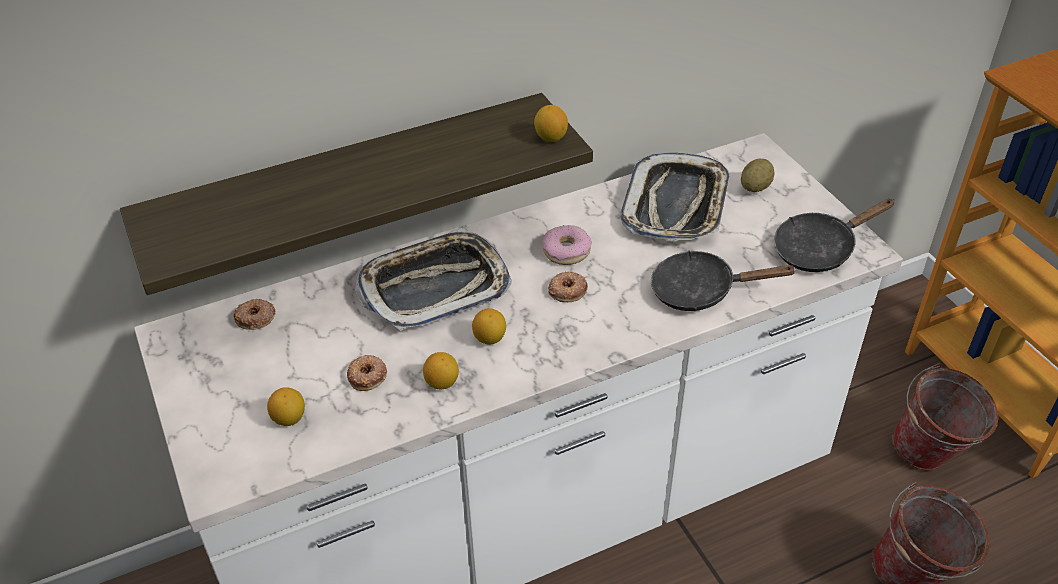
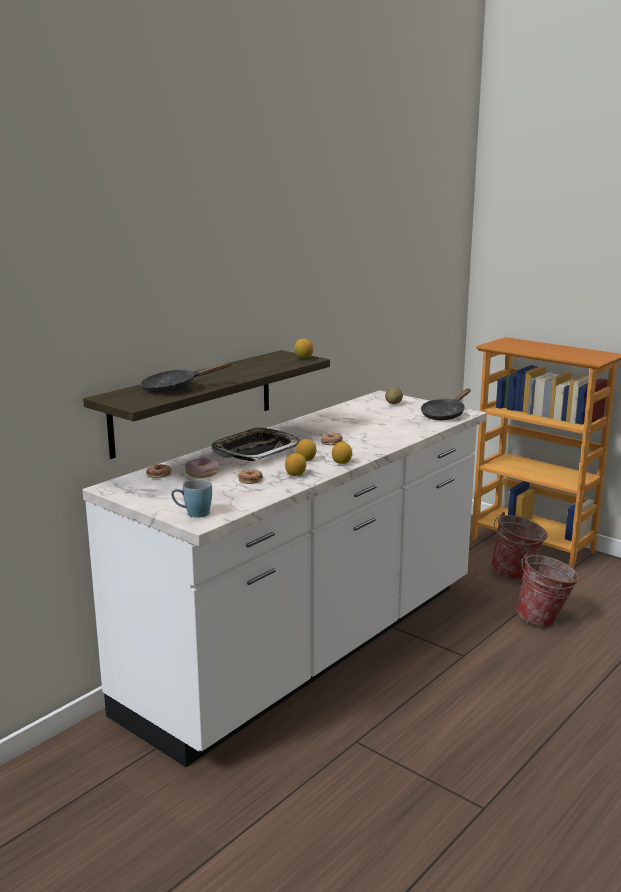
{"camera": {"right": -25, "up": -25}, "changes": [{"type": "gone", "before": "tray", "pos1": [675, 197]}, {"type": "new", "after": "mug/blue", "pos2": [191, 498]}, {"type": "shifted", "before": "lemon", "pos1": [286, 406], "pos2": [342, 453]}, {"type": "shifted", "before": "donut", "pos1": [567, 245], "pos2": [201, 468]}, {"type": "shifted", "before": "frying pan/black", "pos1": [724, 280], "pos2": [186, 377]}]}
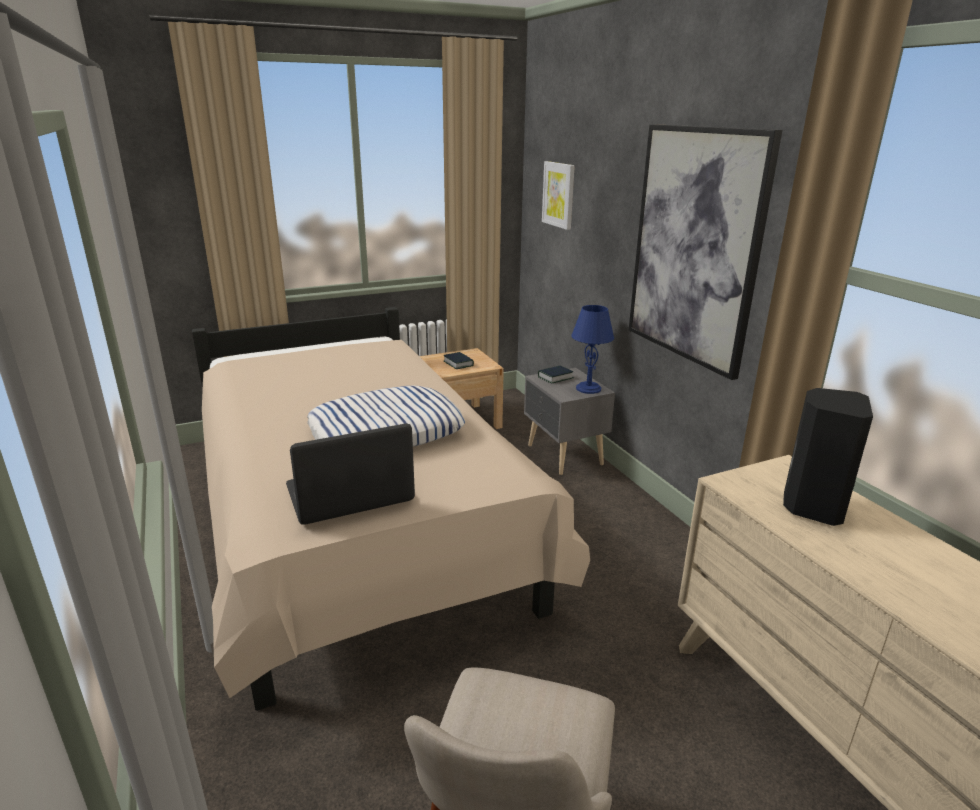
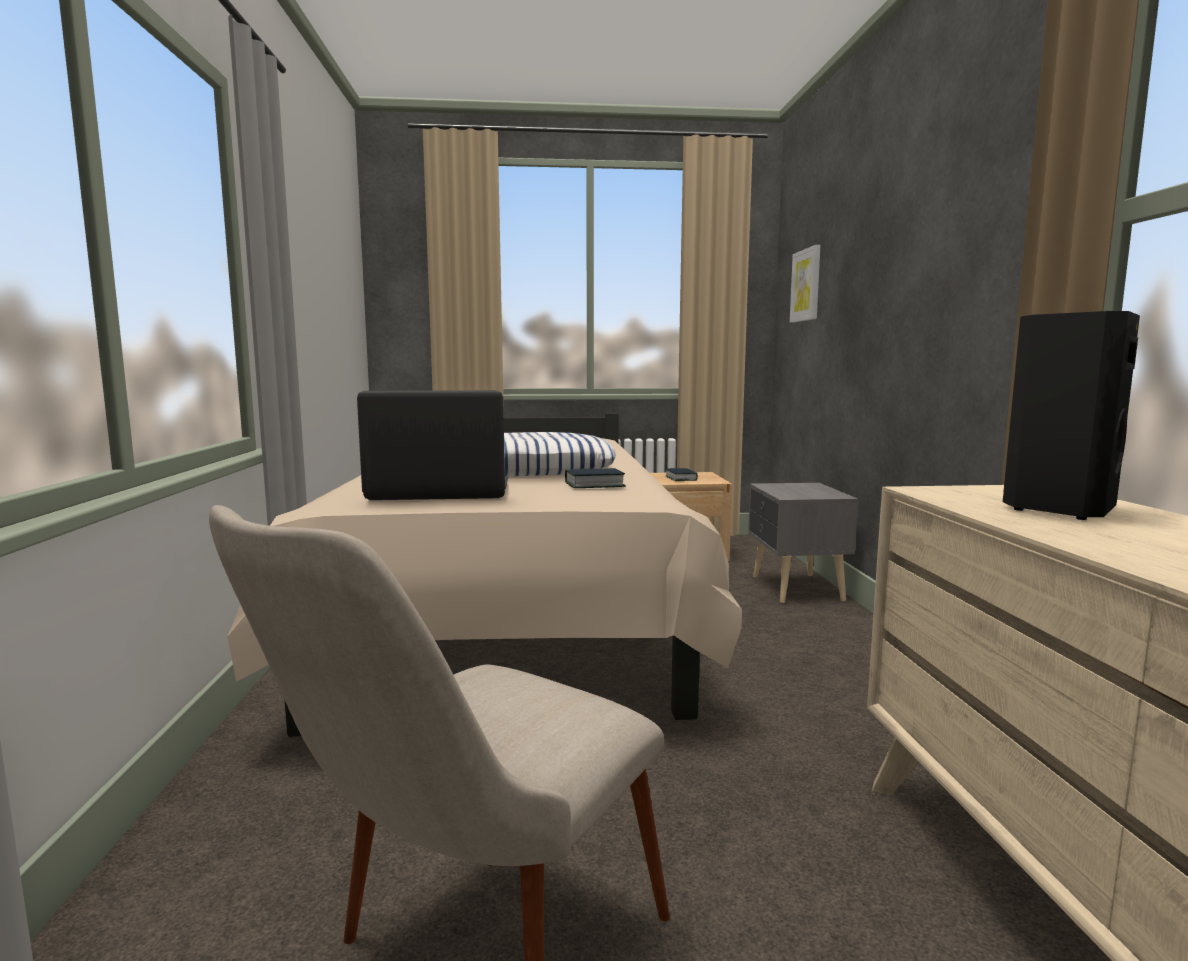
{"camera": {"right": 20, "up": -15}, "changes": [{"type": "gone", "before": "table lamp/blue", "pos1": [592, 349]}, {"type": "gone", "before": "picture", "pos1": [705, 252]}, {"type": "shifted", "before": "book", "pos1": [555, 374], "pos2": [595, 478]}]}
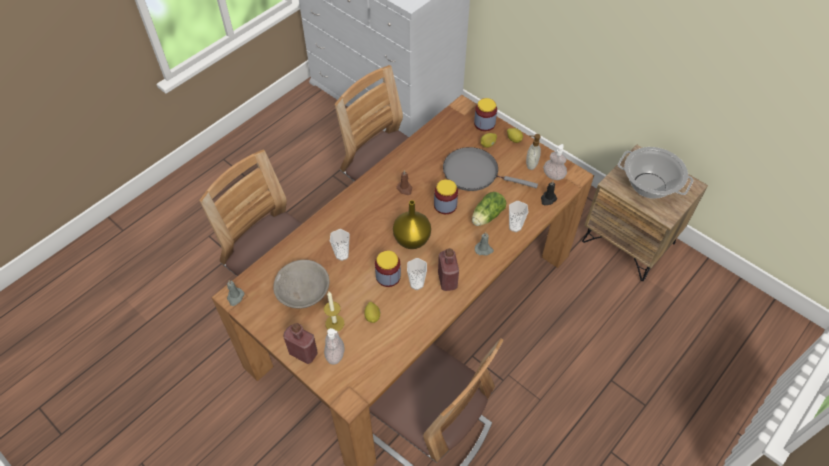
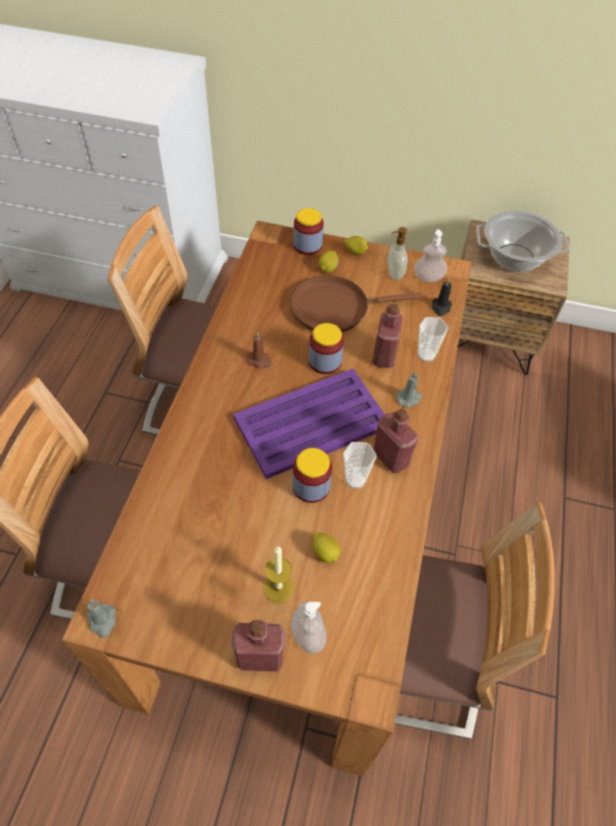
{"camera": {"right": -30, "up": 0}, "changes": [{"type": "gone", "before": "bowl/grey", "pos1": [301, 284]}, {"type": "gone", "before": "cup", "pos1": [340, 245]}, {"type": "swapped", "before": "vase/yellow", "after": "tray/purple", "pos1": [412, 224], "pos2": [309, 424]}, {"type": "swapped", "before": "lettuce", "after": "bottle/red", "pos1": [489, 209], "pos2": [387, 336]}, {"type": "repainted", "before": "frying pan/grey", "after": "frying pan/brown", "pos1": [490, 169], "pos2": [356, 303]}]}
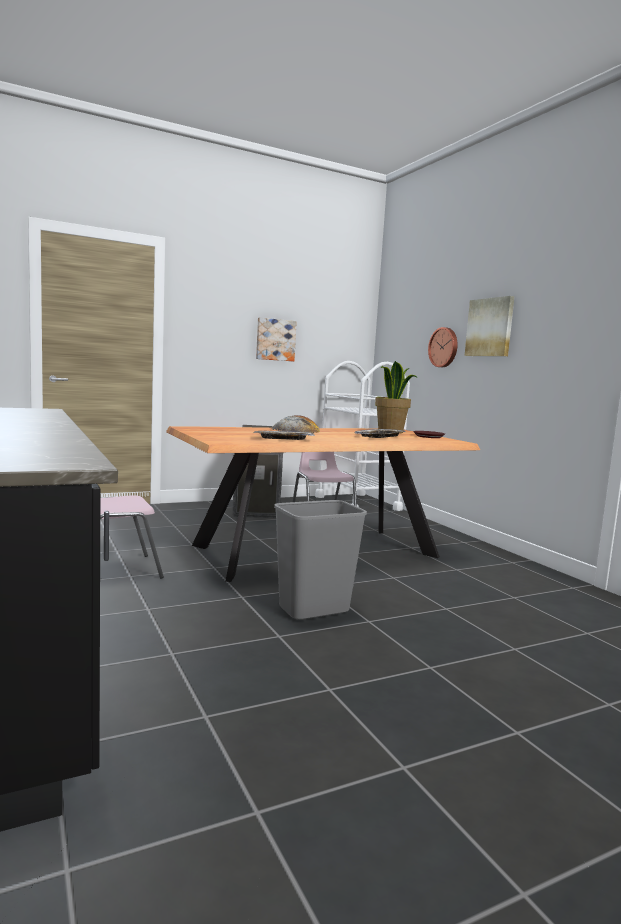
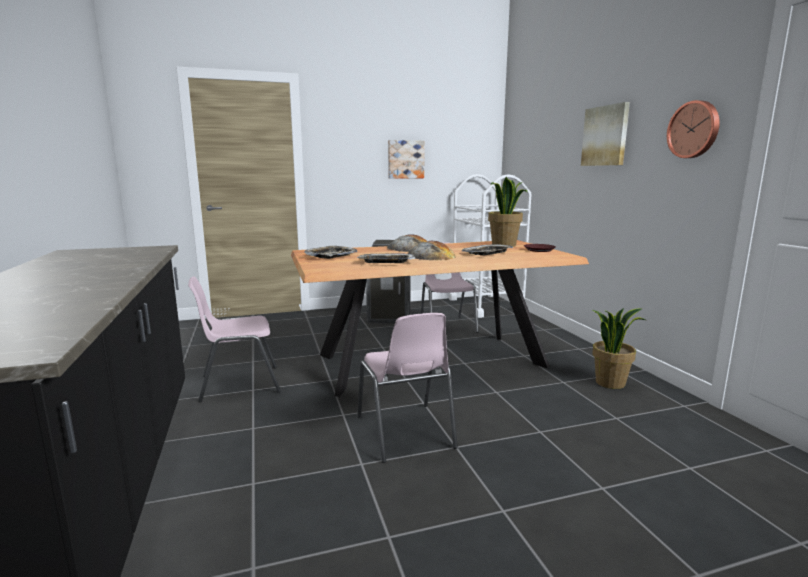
{"camera": {"right": 10, "up": 5}, "changes": [{"type": "new", "after": "tray", "pos2": [331, 252]}, {"type": "new", "after": "bread", "pos2": [432, 250]}, {"type": "new", "after": "potted plant", "pos2": [618, 348]}, {"type": "shifted", "before": "wall clock", "pos1": [443, 347], "pos2": [693, 129]}, {"type": "swapped", "before": "trash can/grey", "after": "chair/pink", "pos1": [320, 560], "pos2": [407, 388]}]}
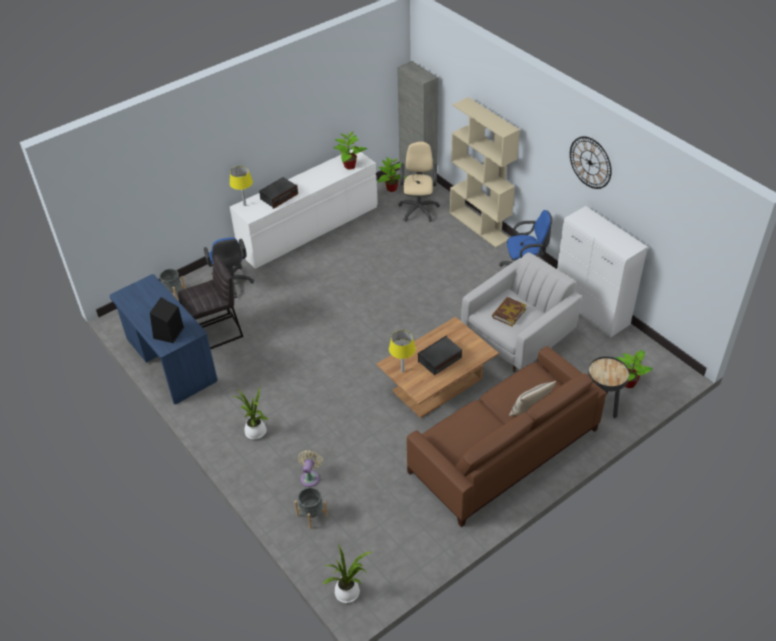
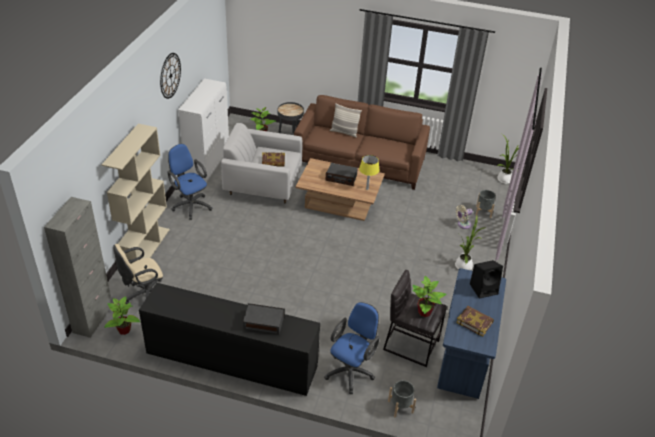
{"camera": {"right": -130, "up": -5}, "changes": [{"type": "gone", "before": "table lamp/yellow", "pos1": [241, 186]}, {"type": "new", "after": "book", "pos2": [475, 321]}, {"type": "shifted", "before": "potted plant", "pos1": [350, 150], "pos2": [429, 296]}, {"type": "repainted", "before": "dresser/white", "after": "dresser/black", "pos1": [304, 209], "pos2": [229, 339]}]}
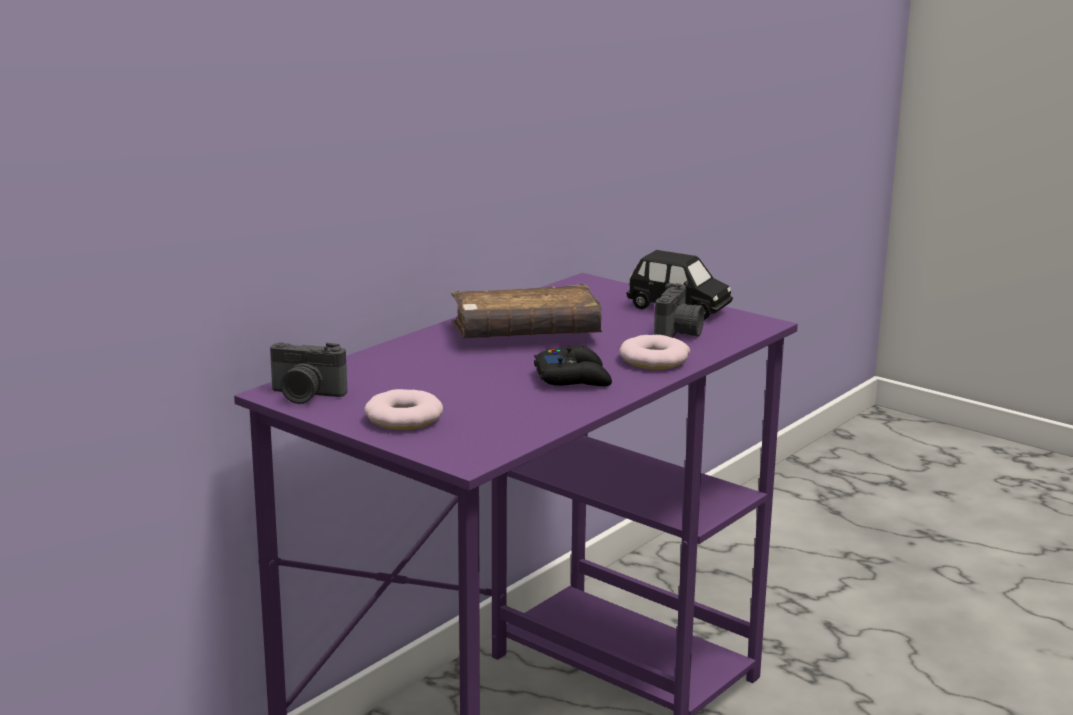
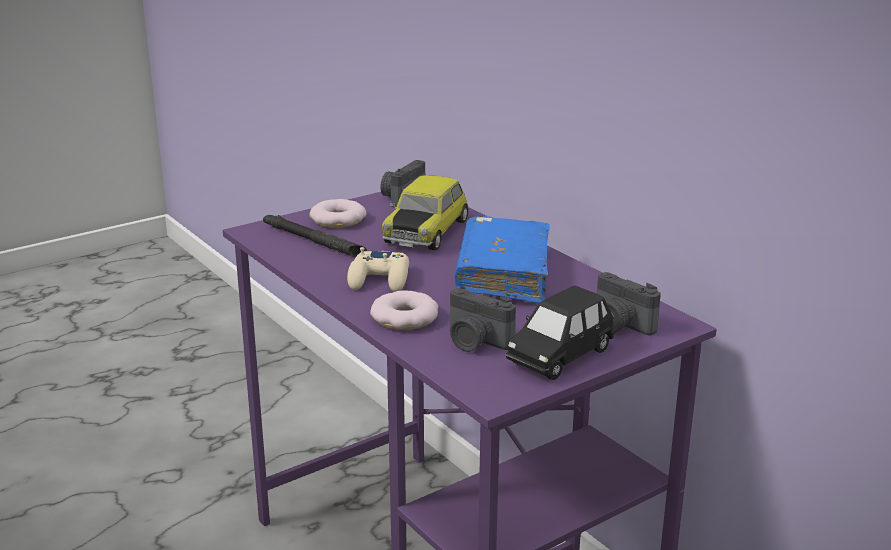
{"camera": {"right": 105, "up": 5}, "changes": [{"type": "new", "after": "flashlight/black", "pos2": [315, 236]}, {"type": "new", "after": "toy car", "pos2": [425, 212]}, {"type": "new", "after": "photo camera", "pos2": [629, 303]}, {"type": "repainted", "before": "book/brown", "after": "book/blue", "pos1": [526, 311], "pos2": [501, 259]}, {"type": "repainted", "before": "game controller/black", "after": "game controller/beige", "pos1": [573, 366], "pos2": [378, 269]}]}
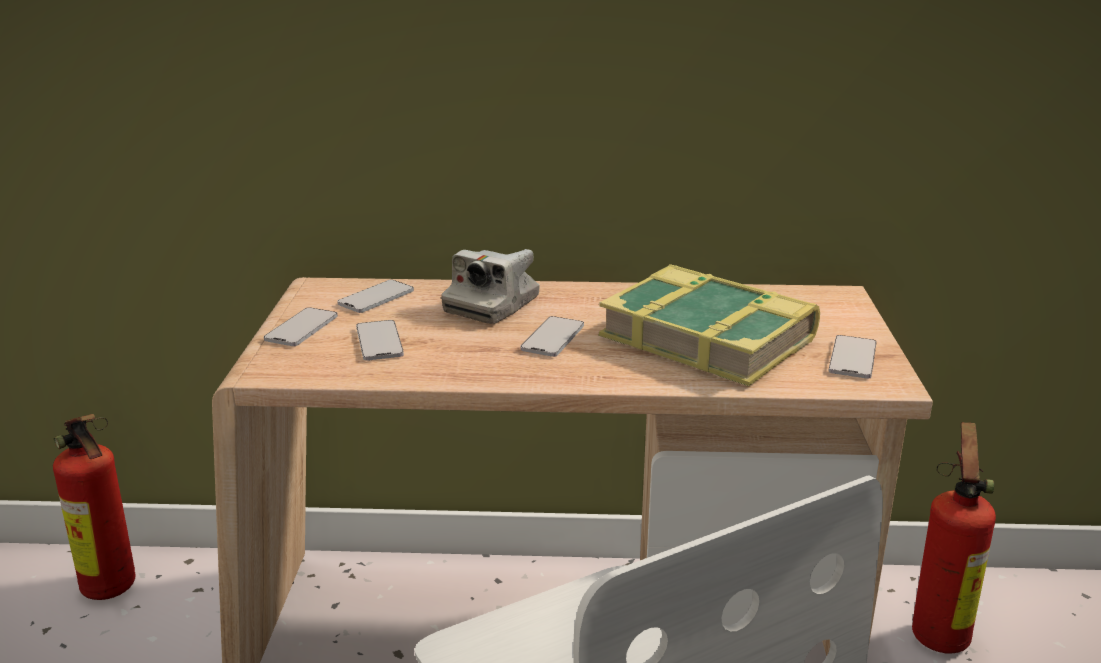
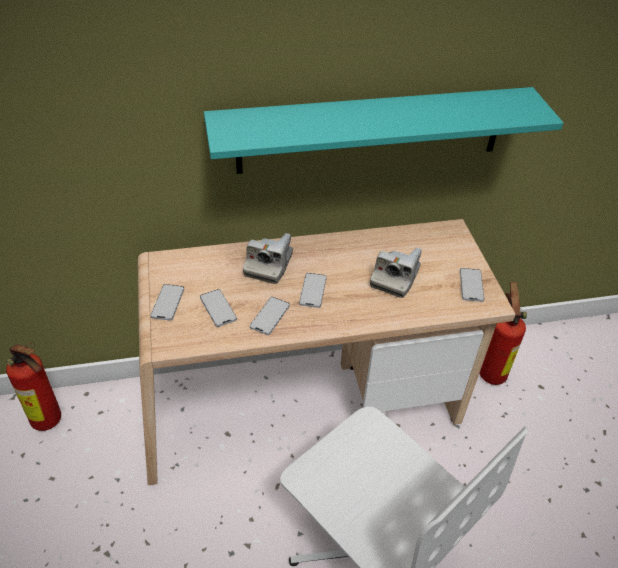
{"camera": {"right": -15, "up": 20}, "changes": [{"type": "new", "after": "shelf/turquoise", "pos2": [384, 130]}, {"type": "shifted", "before": "phone", "pos1": [375, 296], "pos2": [270, 316]}, {"type": "swapped", "before": "book", "after": "photo camera", "pos1": [709, 325], "pos2": [396, 272]}]}
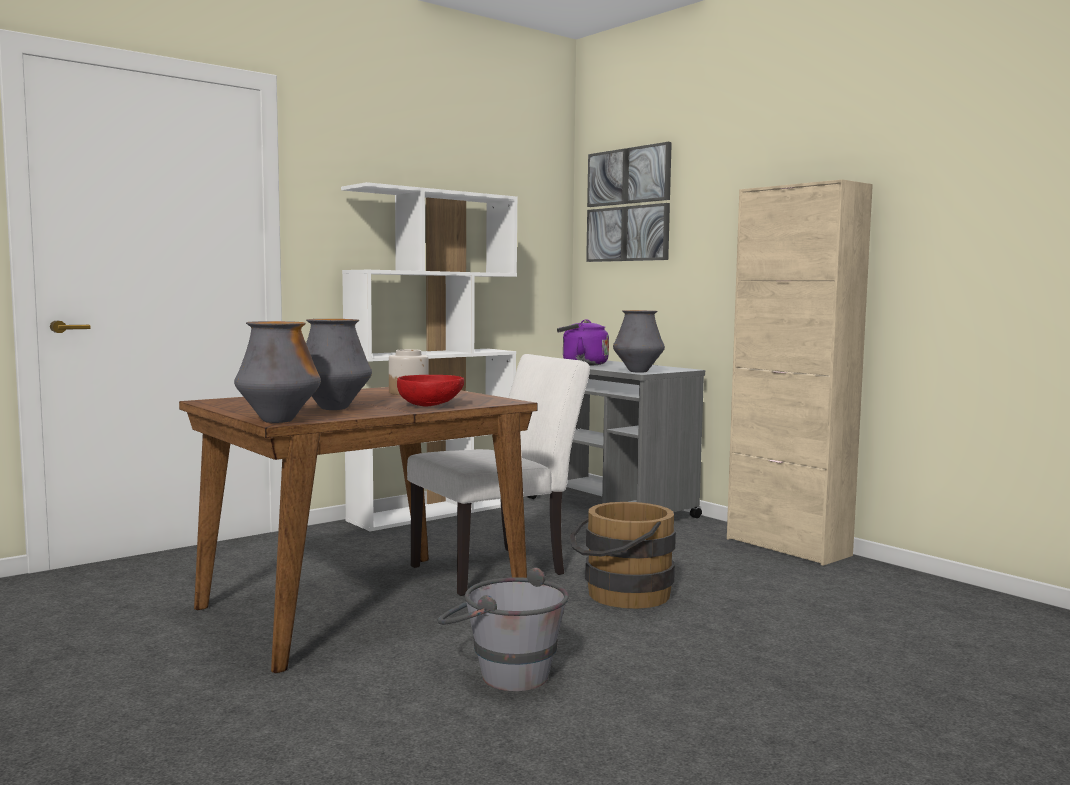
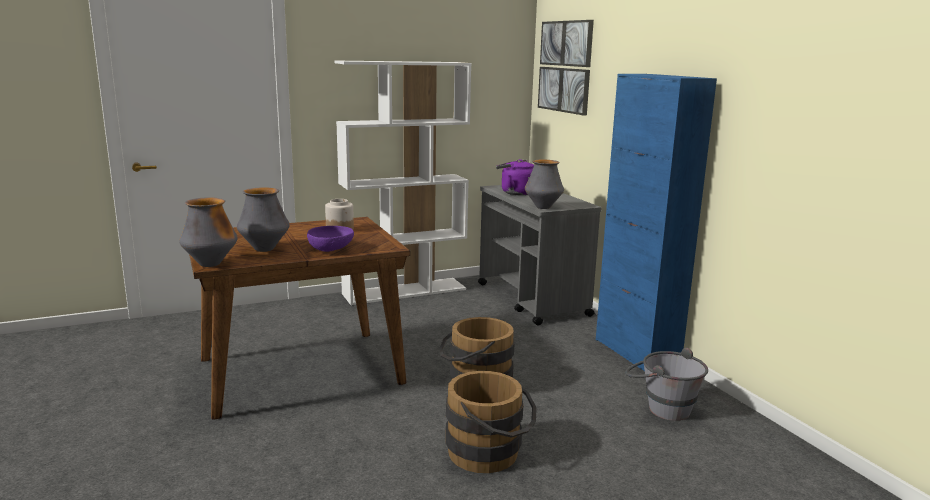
{"camera": {"right": 15, "up": 10}, "changes": [{"type": "gone", "before": "chair/white", "pos1": [498, 475]}, {"type": "new", "after": "bucket/brown", "pos2": [491, 422]}, {"type": "shifted", "before": "bucket/grey", "pos1": [503, 629], "pos2": [666, 384]}, {"type": "repainted", "before": "bowl/red", "after": "bowl/purple", "pos1": [430, 390], "pos2": [330, 239]}, {"type": "repainted", "before": "cabinet/beige", "after": "cabinet/blue", "pos1": [800, 372], "pos2": [656, 222]}]}
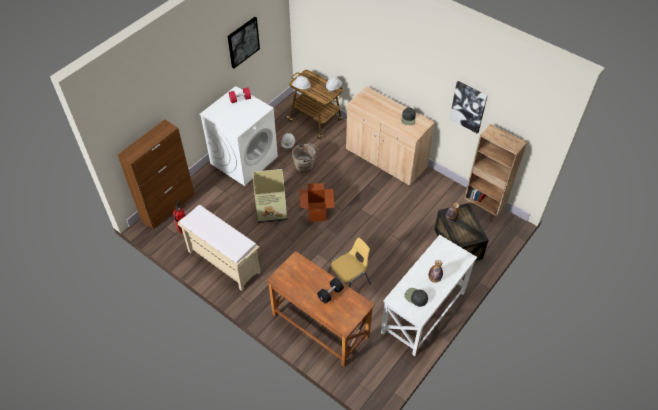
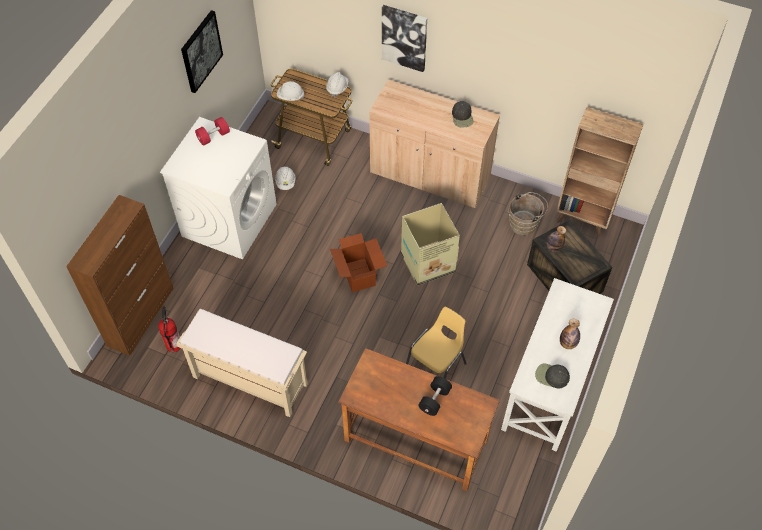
{"camera": {"right": -15, "up": 5}, "changes": [{"type": "shifted", "before": "cardboard box", "pos1": [270, 196], "pos2": [430, 244]}, {"type": "shifted", "before": "bucket/brown", "pos1": [305, 157], "pos2": [528, 214]}, {"type": "shifted", "before": "picture", "pos1": [469, 107], "pos2": [404, 38]}]}
